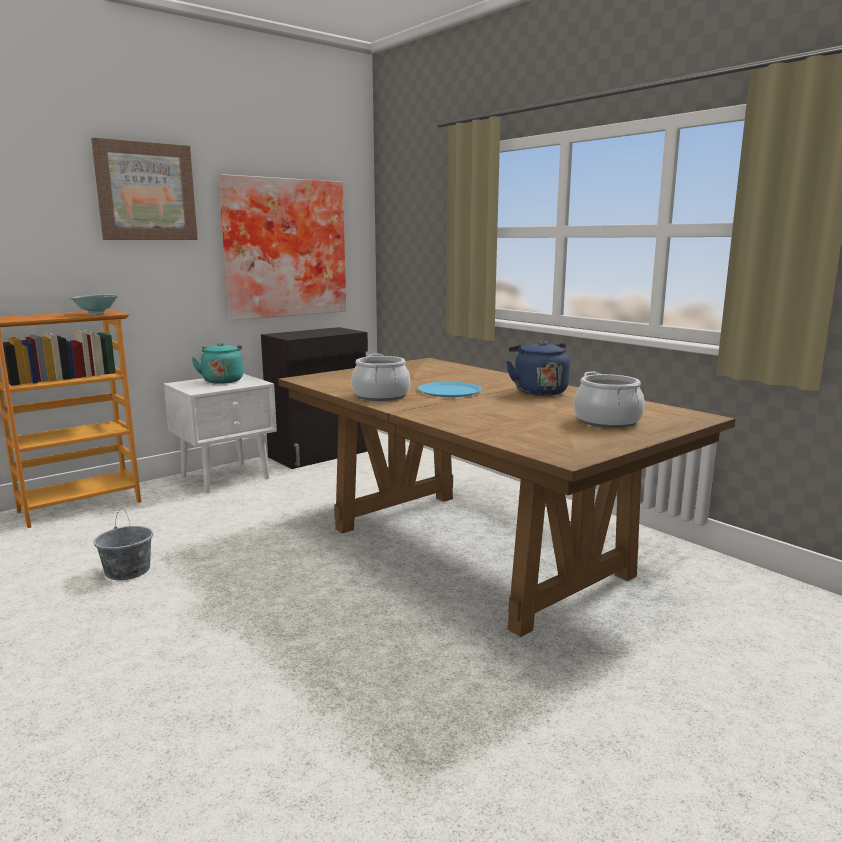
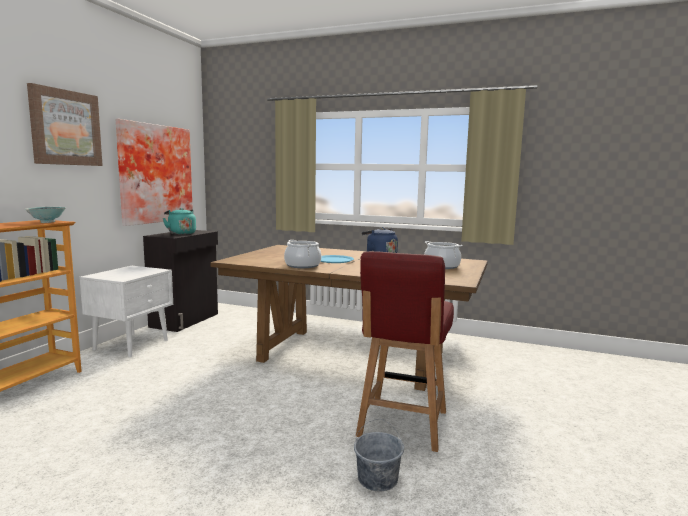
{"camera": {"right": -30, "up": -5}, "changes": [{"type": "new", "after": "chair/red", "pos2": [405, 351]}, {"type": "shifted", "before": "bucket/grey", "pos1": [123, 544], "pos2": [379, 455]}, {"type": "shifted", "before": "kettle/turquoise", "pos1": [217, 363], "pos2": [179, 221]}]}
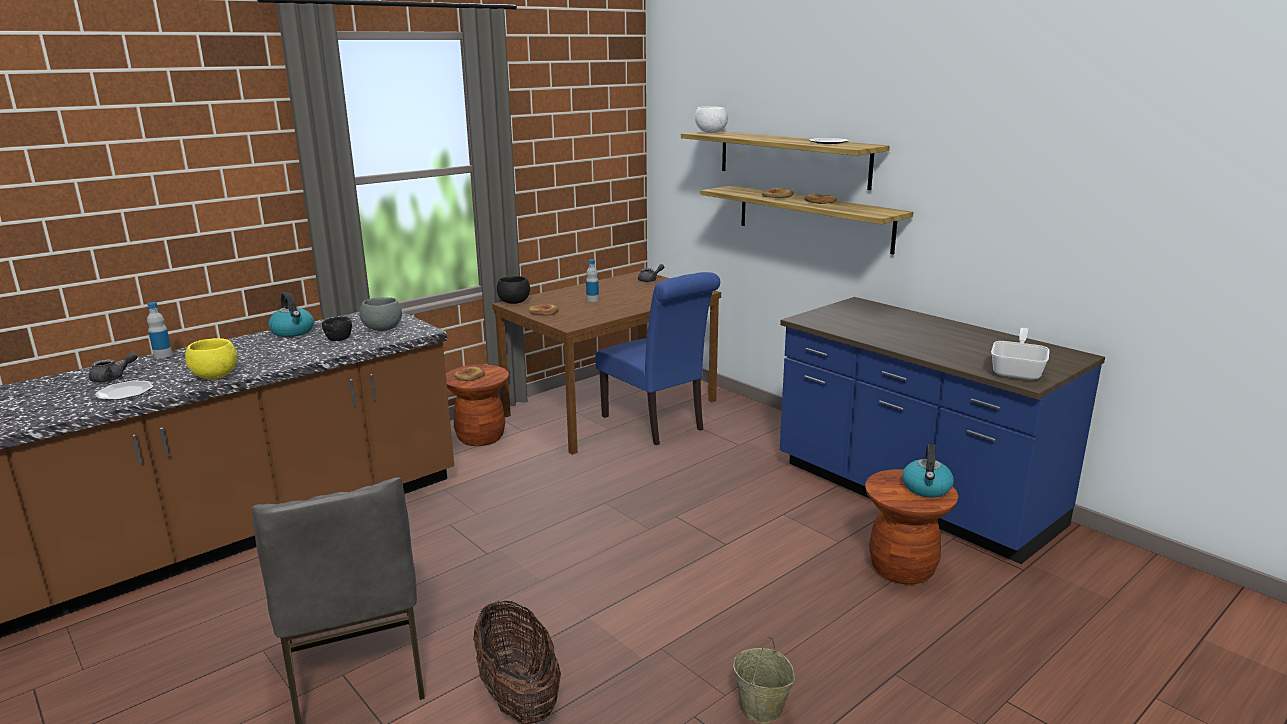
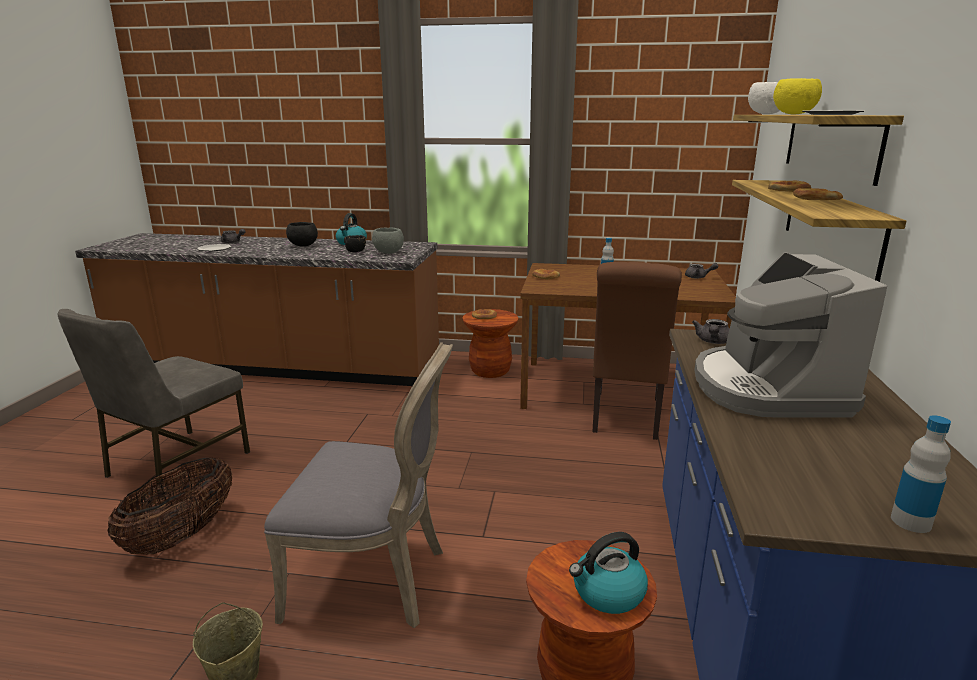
{"camera": {"right": 50, "up": 0}, "changes": [{"type": "gone", "before": "frying pan", "pos1": [1020, 354]}, {"type": "new", "after": "chair/grey", "pos2": [358, 485]}, {"type": "new", "after": "teapot/grey", "pos2": [710, 331]}, {"type": "new", "after": "coffee machine", "pos2": [791, 335]}, {"type": "shifted", "before": "bottle", "pos1": [159, 330], "pos2": [921, 474]}, {"type": "shifted", "before": "bowl/yellow", "pos1": [211, 358], "pos2": [797, 96]}, {"type": "shifted", "before": "bowl/black", "pos1": [513, 290], "pos2": [302, 234]}, {"type": "repainted", "before": "chair/blue", "after": "chair/brown", "pos1": [657, 358], "pos2": [637, 351]}]}
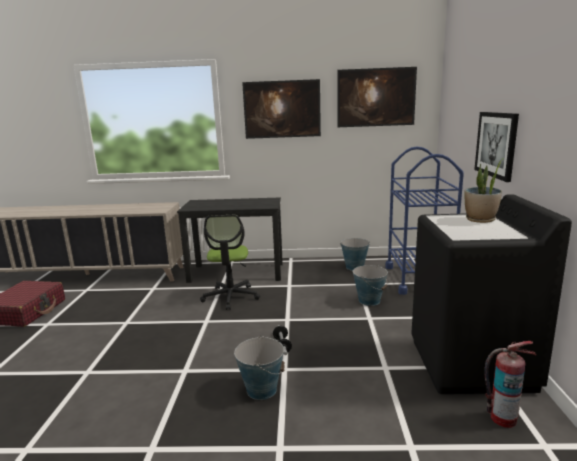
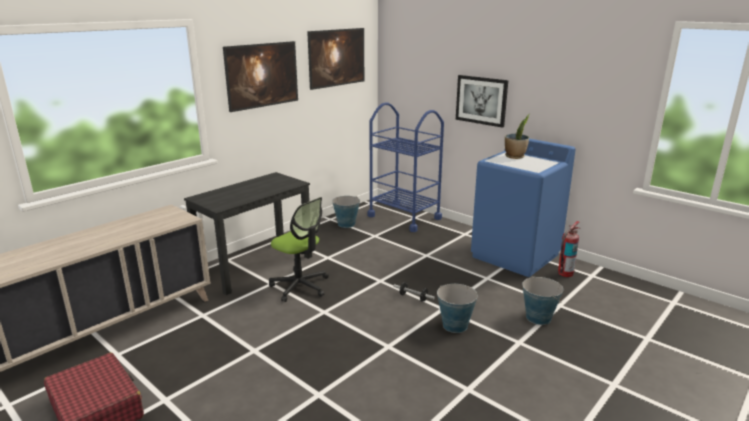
{"camera": {"right": -50, "up": 5}, "changes": [{"type": "shifted", "before": "bucket", "pos1": [370, 285], "pos2": [542, 300]}, {"type": "repainted", "before": "washing machine/black", "after": "washing machine/blue", "pos1": [491, 294], "pos2": [523, 208]}]}
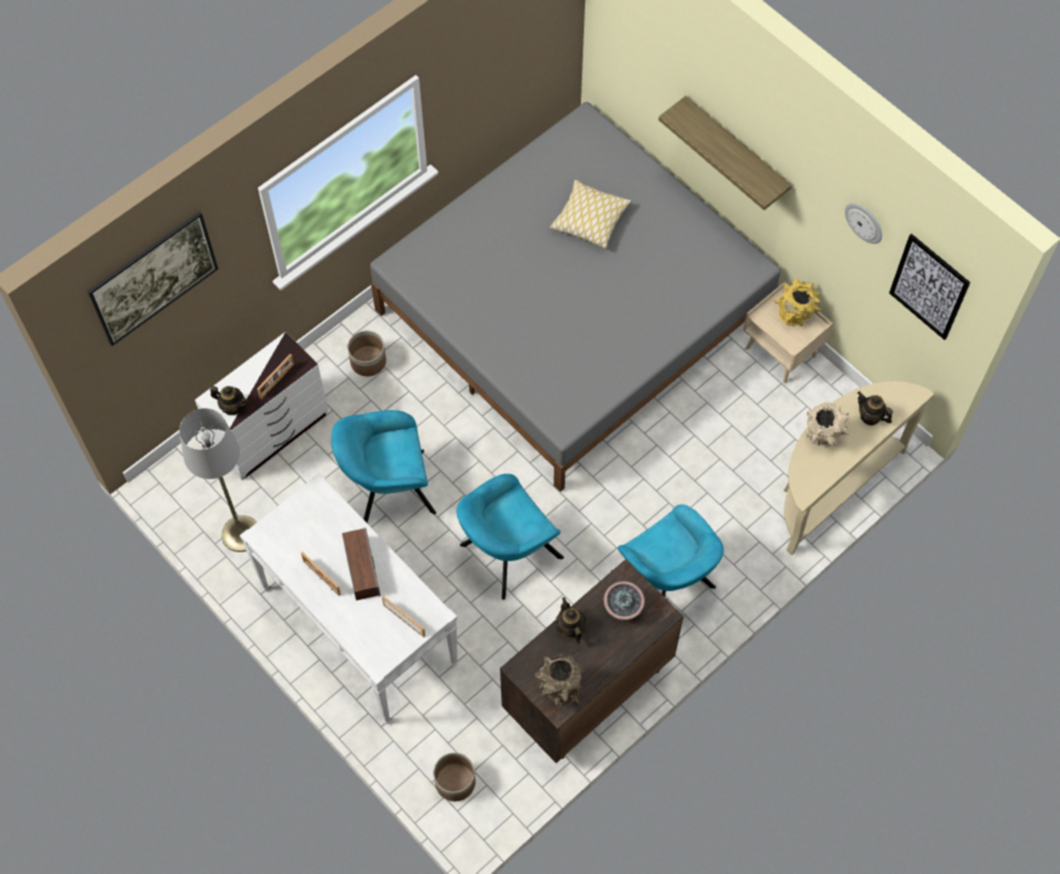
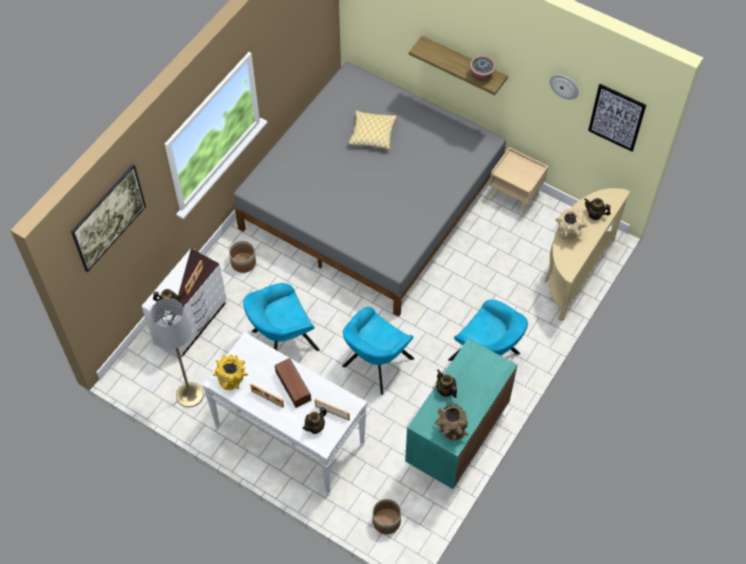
{"camera": {"right": -15, "up": -5}, "changes": [{"type": "new", "after": "teapot", "pos2": [315, 420]}, {"type": "shifted", "before": "potted plant", "pos1": [624, 600], "pos2": [483, 68]}, {"type": "shifted", "before": "vase/yellow", "pos1": [797, 302], "pos2": [230, 372]}, {"type": "repainted", "before": "cabinet/brown", "after": "cabinet/turquoise", "pos1": [592, 661], "pos2": [461, 413]}]}
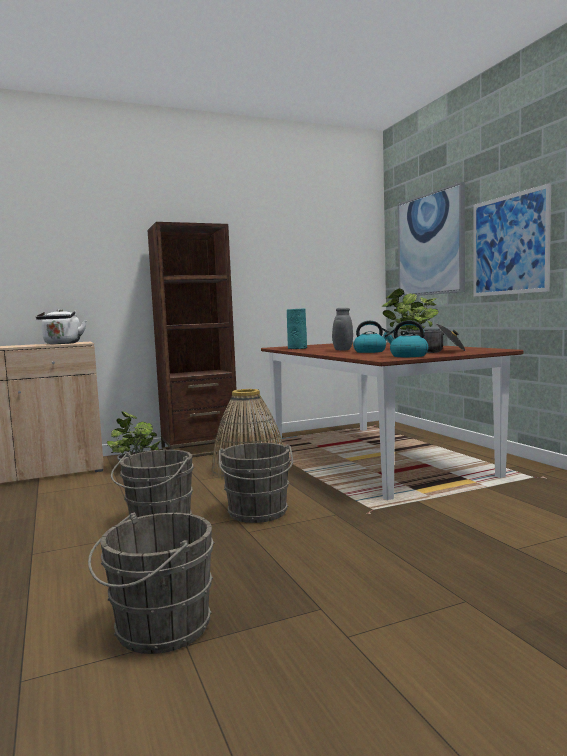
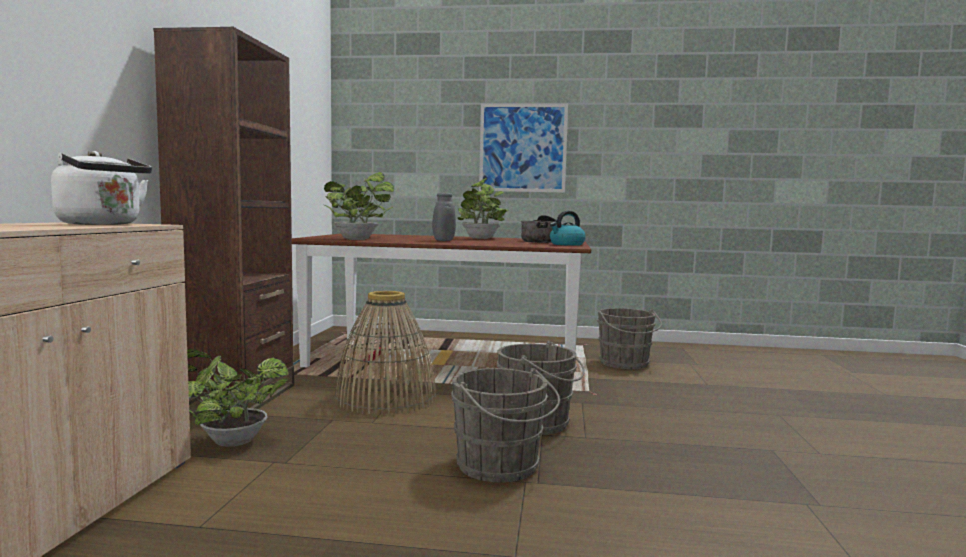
{"camera": {"right": -60, "up": 0}, "changes": [{"type": "gone", "before": "kettle", "pos1": [371, 337]}, {"type": "gone", "before": "picture", "pos1": [431, 239]}, {"type": "shifted", "before": "bucket/grey", "pos1": [151, 583], "pos2": [629, 338]}, {"type": "swapped", "before": "vase/turquoise", "after": "potted plant", "pos1": [297, 328], "pos2": [359, 206]}]}
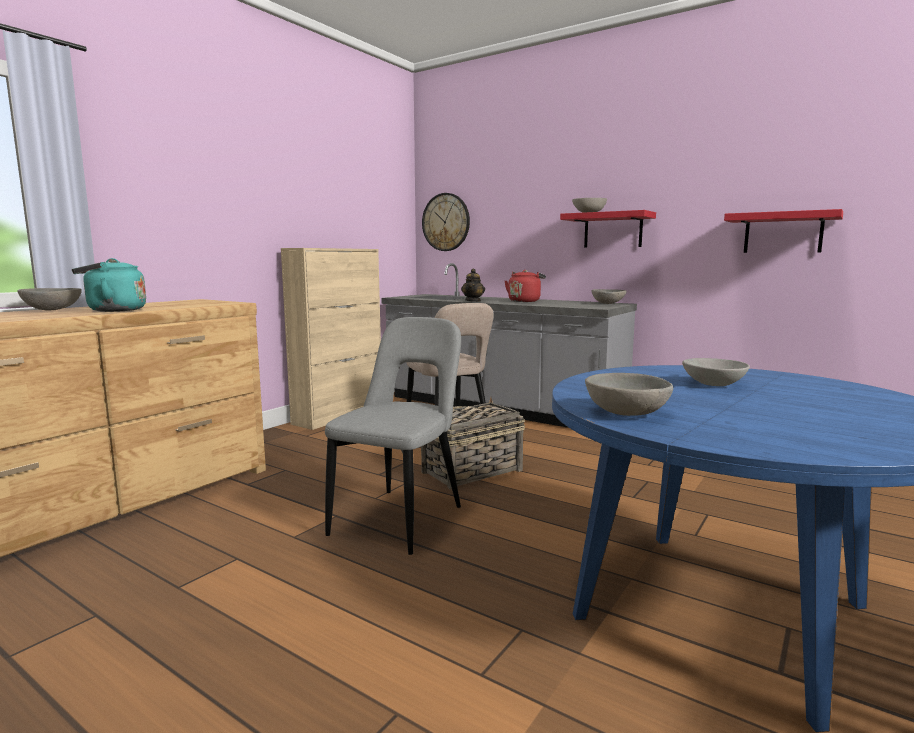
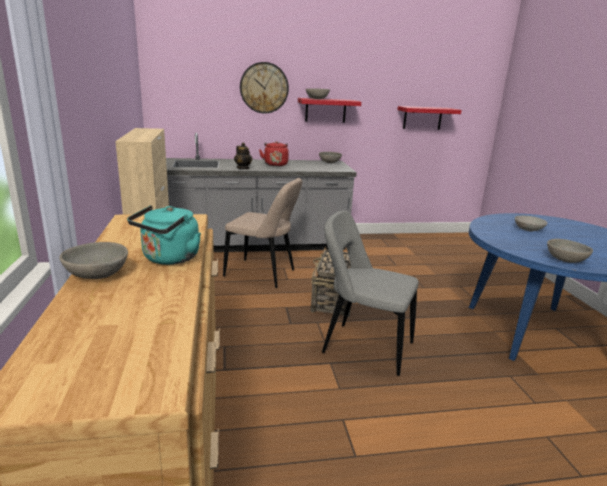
{"camera": {"right": -45, "up": 10}, "changes": [{"type": "shifted", "before": "wall clock", "pos1": [446, 222], "pos2": [264, 88]}, {"type": "rotated", "before": "chair/grey", "pos1": [393, 436], "pos2": [370, 293], "turn": -45}]}
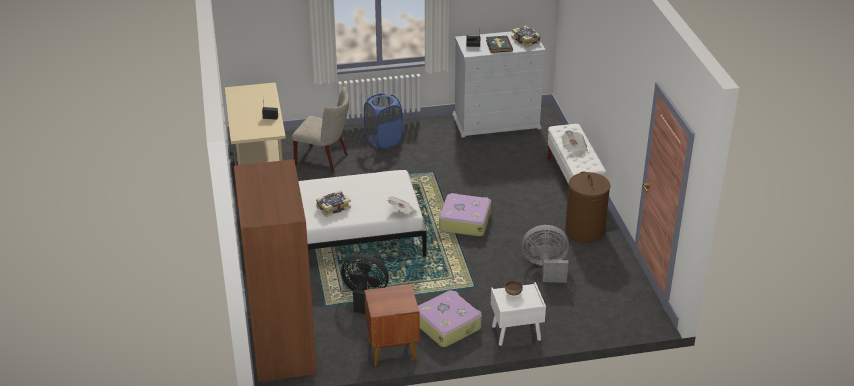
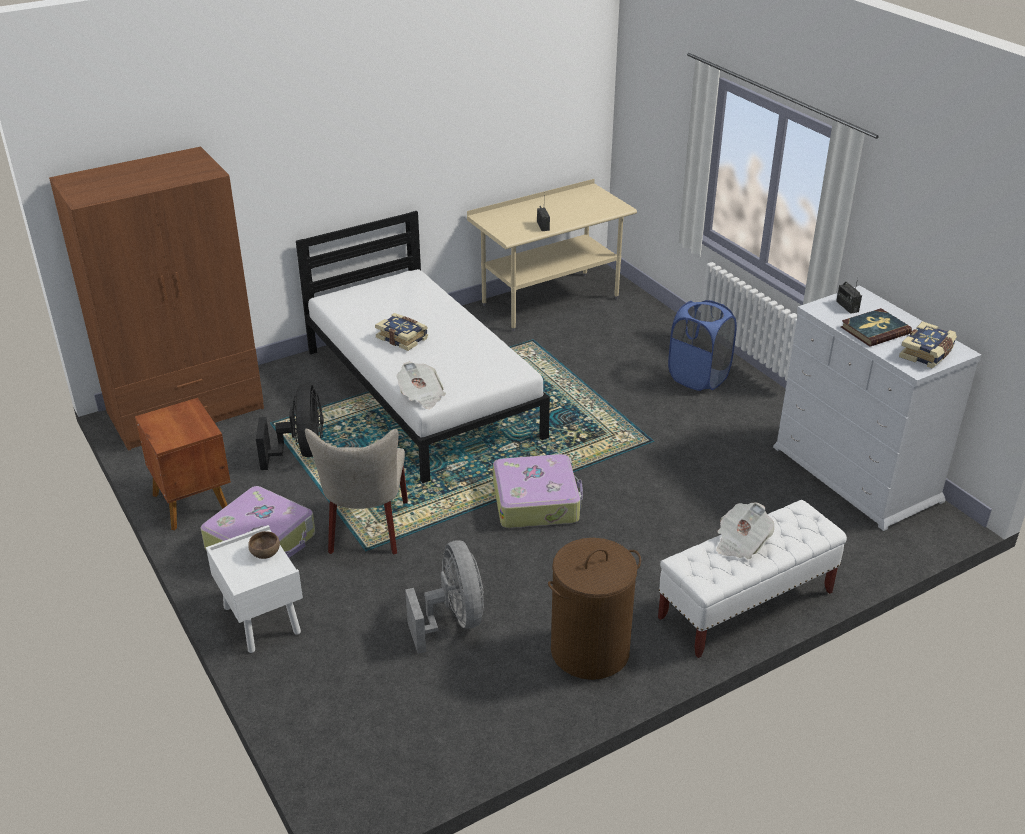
{"camera": {"right": 70, "up": 0}, "changes": [{"type": "shifted", "before": "chair/beige", "pos1": [320, 129], "pos2": [356, 492]}]}
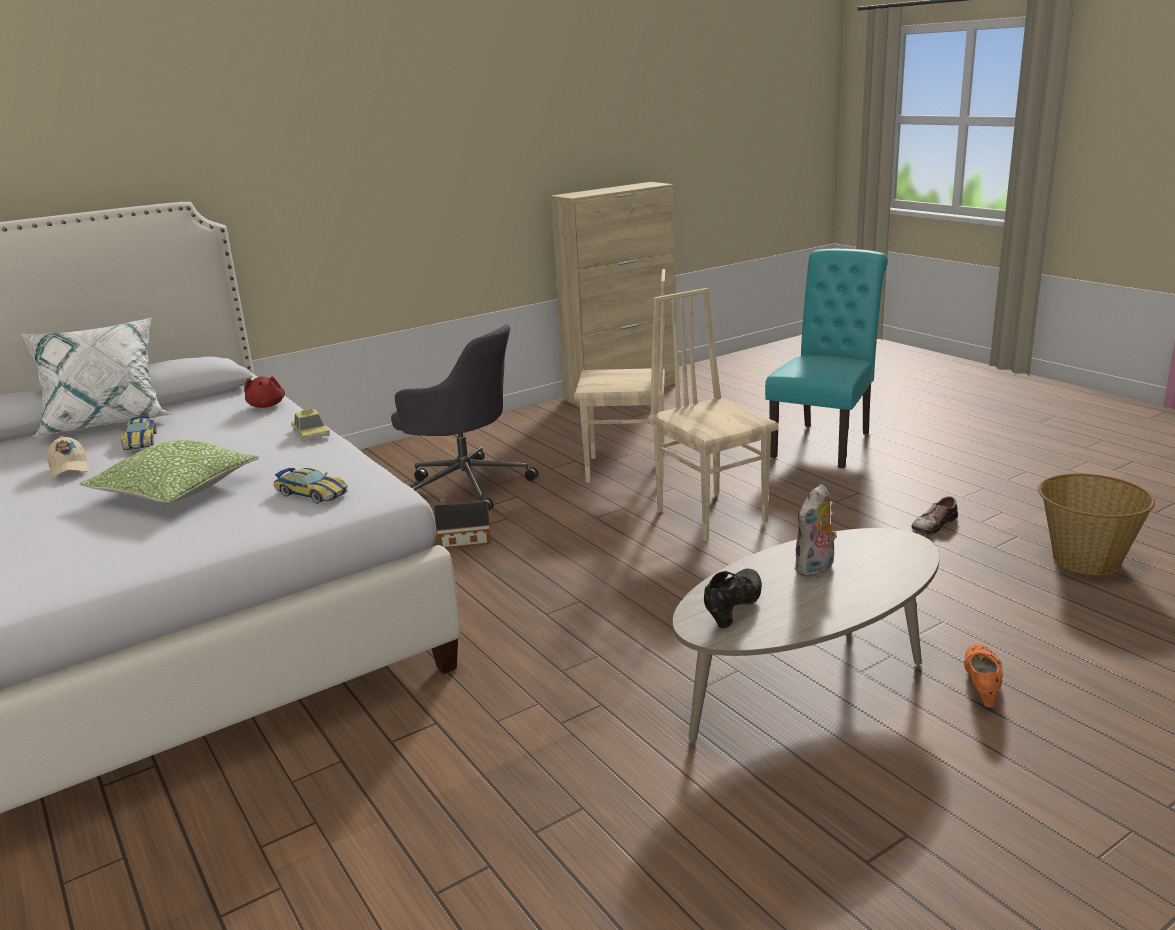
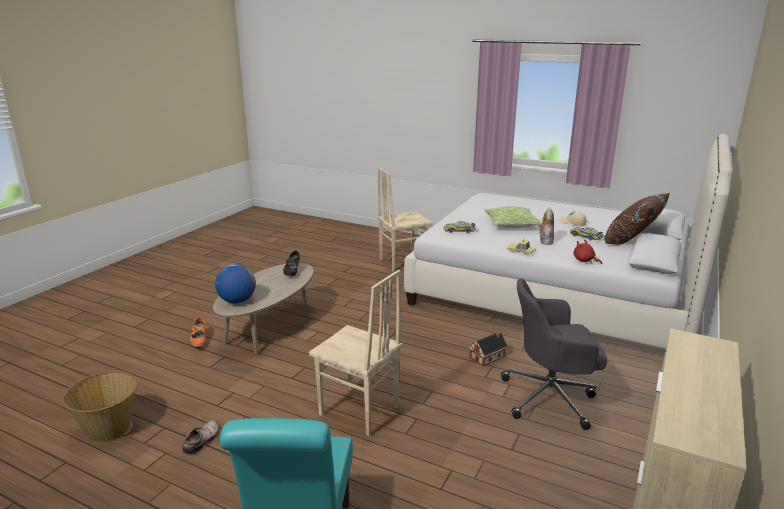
{"camera": {"right": 150, "up": 0}, "changes": [{"type": "new", "after": "globe", "pos2": [235, 283]}, {"type": "shifted", "before": "chair/beige", "pos1": [619, 376], "pos2": [405, 219]}, {"type": "shifted", "before": "plush toy", "pos1": [815, 530], "pos2": [546, 226]}, {"type": "repainted", "before": "pillow/white", "after": "pillow/brown", "pos1": [96, 377], "pos2": [637, 219]}]}
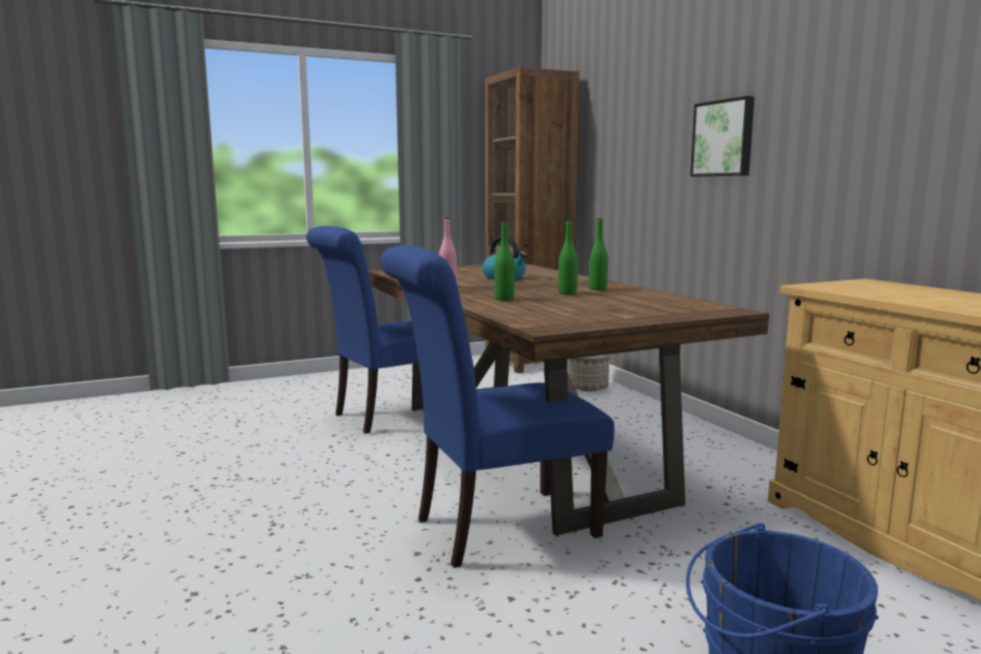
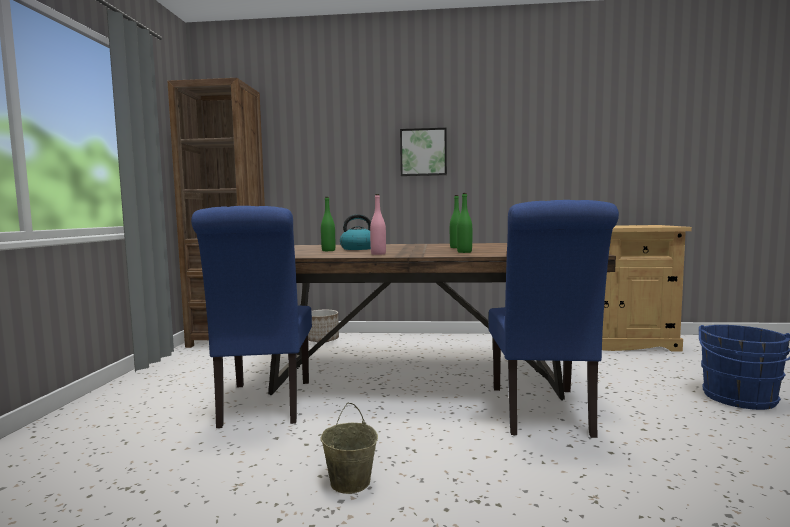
{"camera": {"right": -60, "up": -5}, "changes": [{"type": "new", "after": "bucket/beige", "pos2": [349, 448]}, {"type": "shifted", "before": "bottle/green", "pos1": [598, 254], "pos2": [328, 224]}]}
